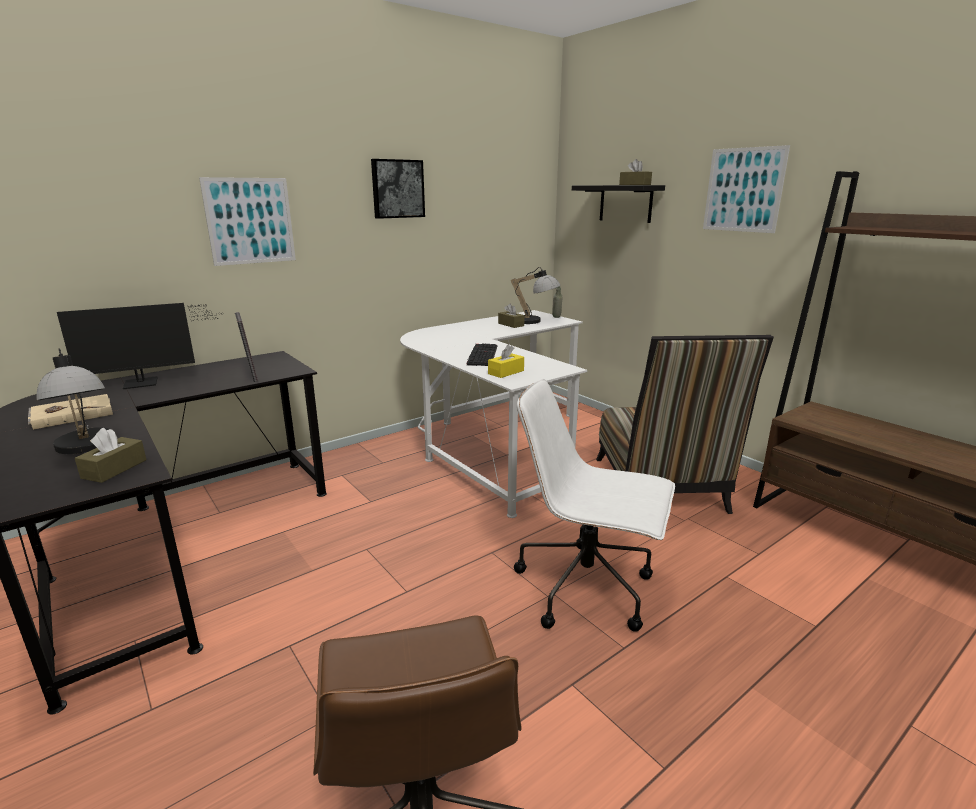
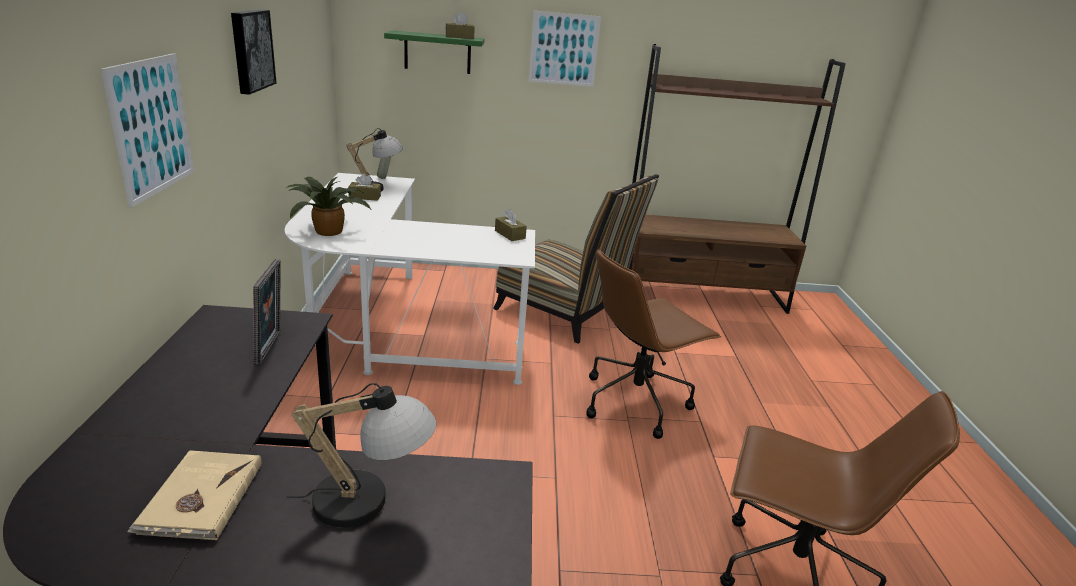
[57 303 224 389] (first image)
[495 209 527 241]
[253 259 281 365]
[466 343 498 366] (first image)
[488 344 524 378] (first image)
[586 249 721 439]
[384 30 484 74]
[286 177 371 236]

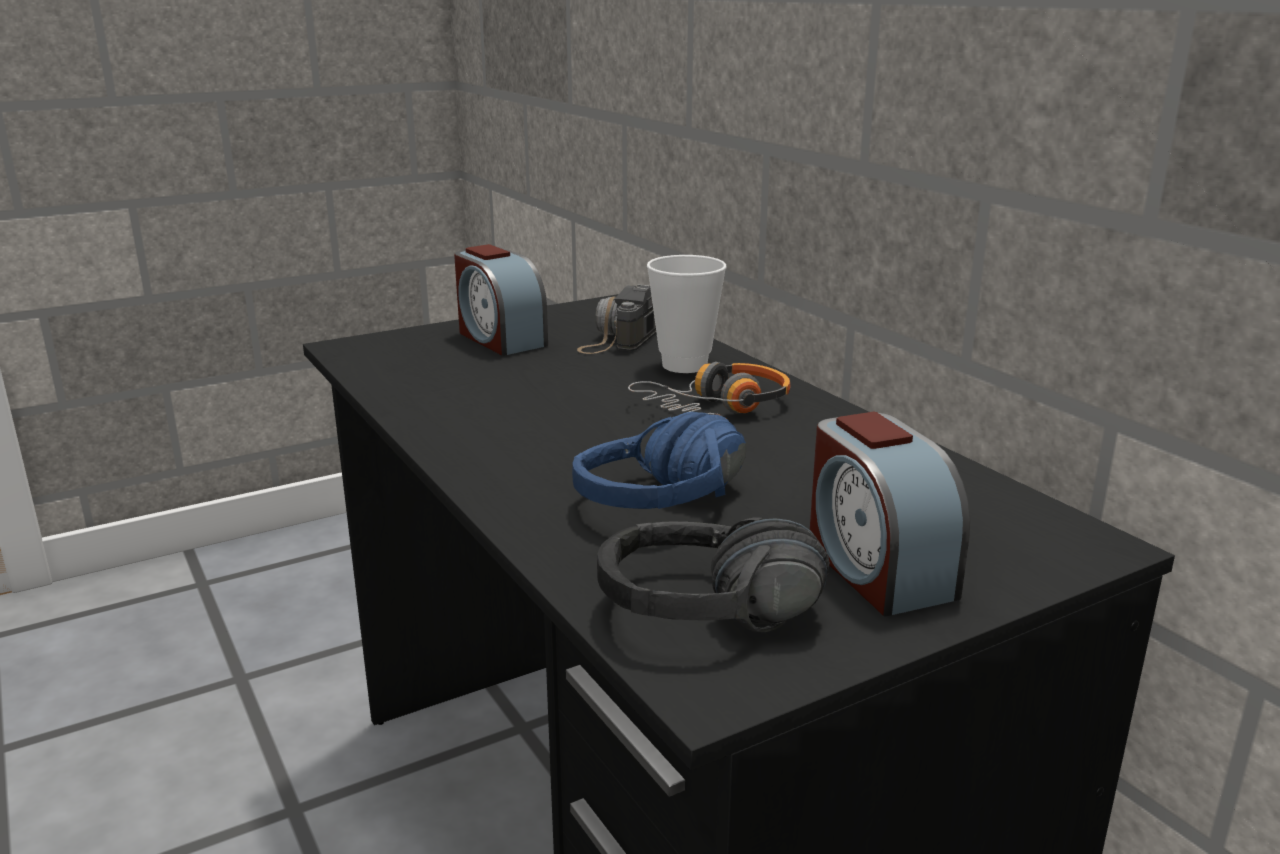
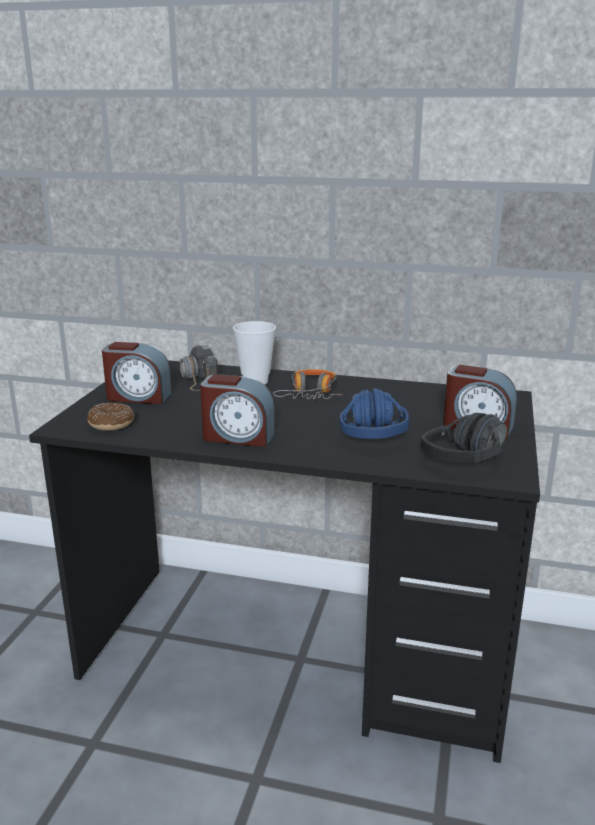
[87 403 135 431]
[200 374 275 447]

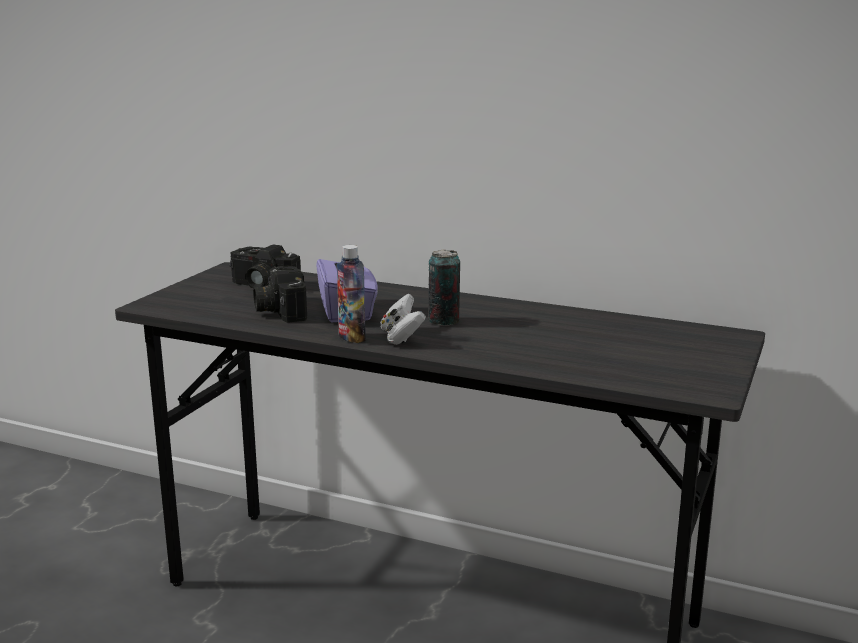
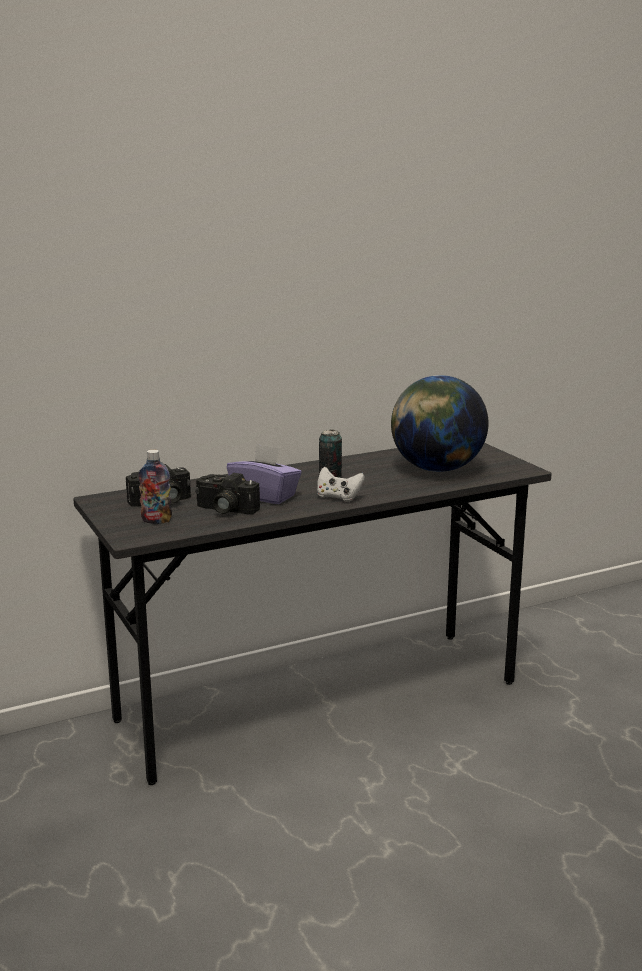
[138 450 172 524]
[391 375 488 472]

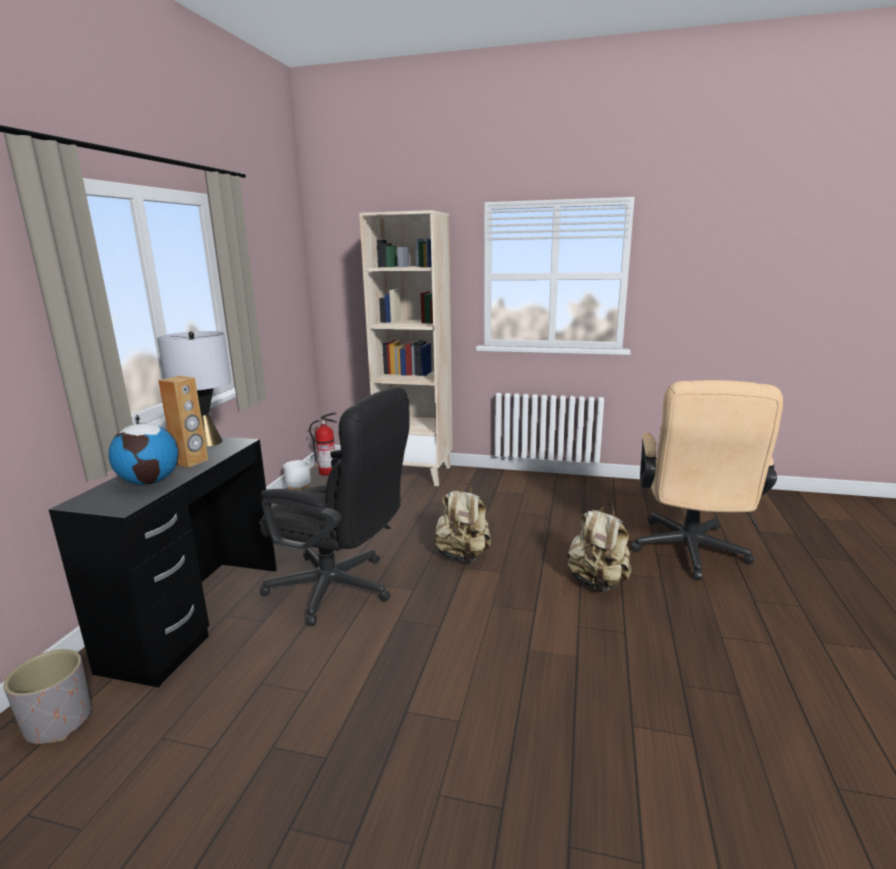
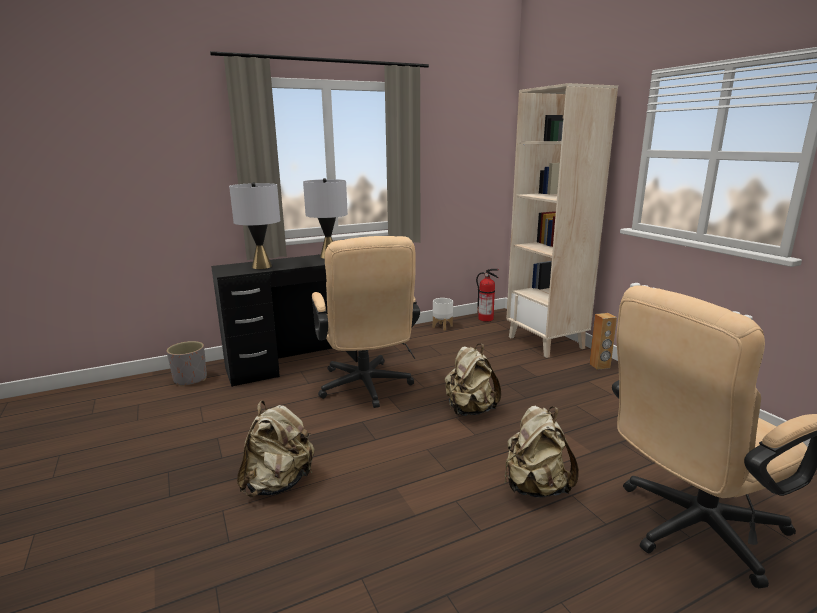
[229 182 280 269]
[589 313 617 370]
[312 236 420 408]
[237 401 314 497]

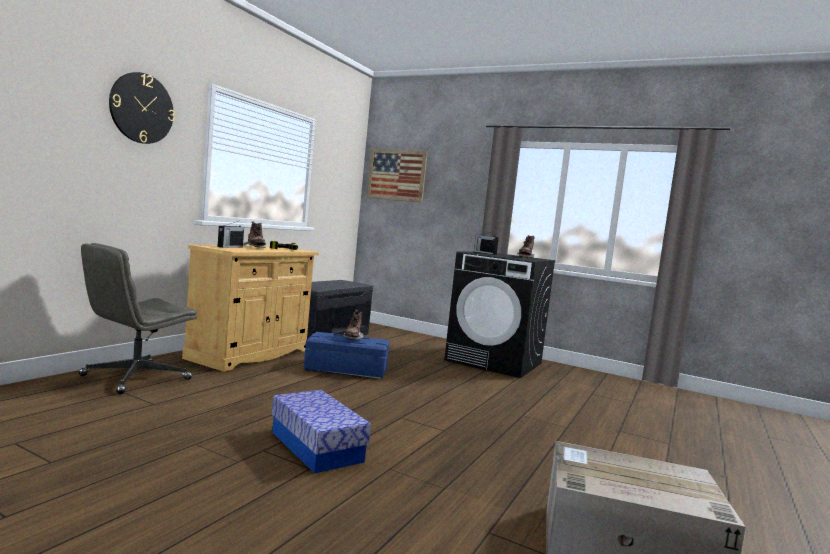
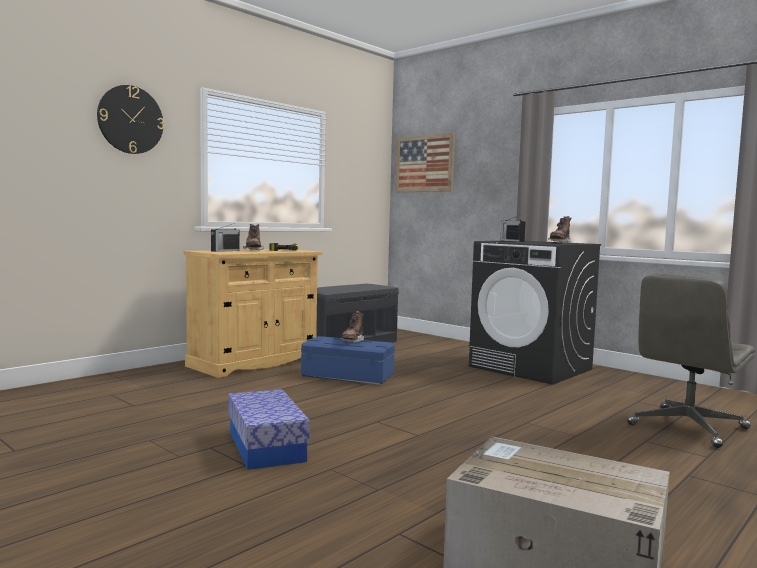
[627 274 755 448]

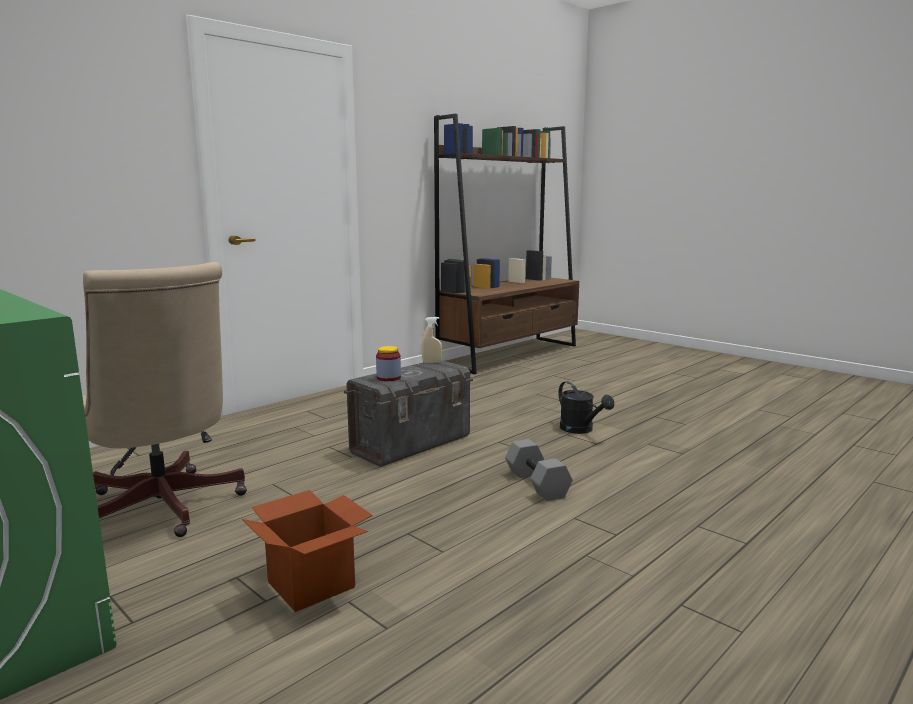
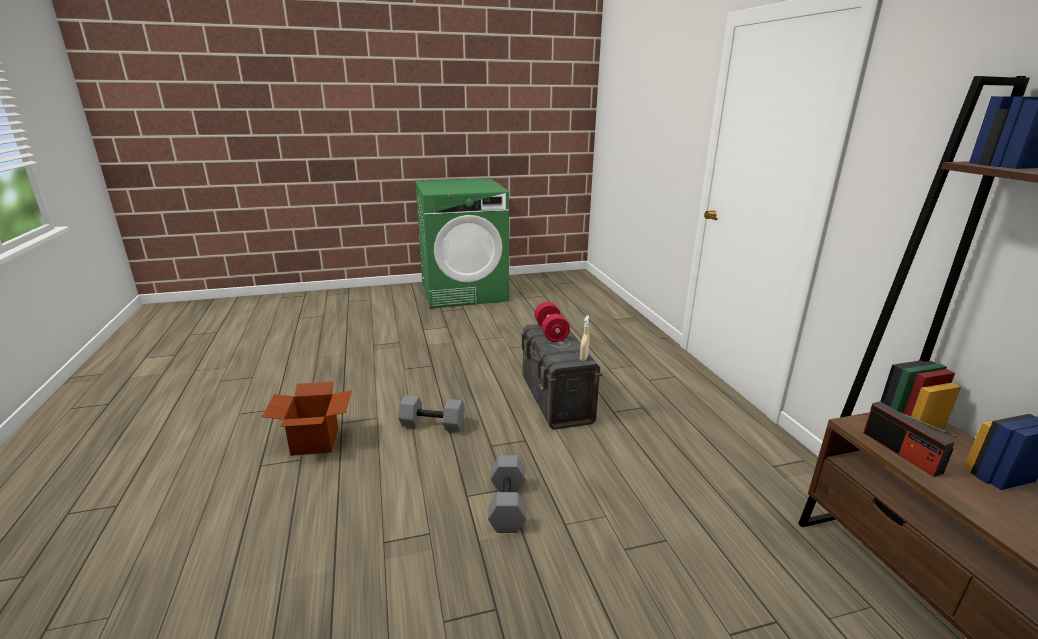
[82 262 247 537] (first image)
[262 381 352 456]
[534 302 570 342]
[488 455 526 533]
[863 401 957 477]

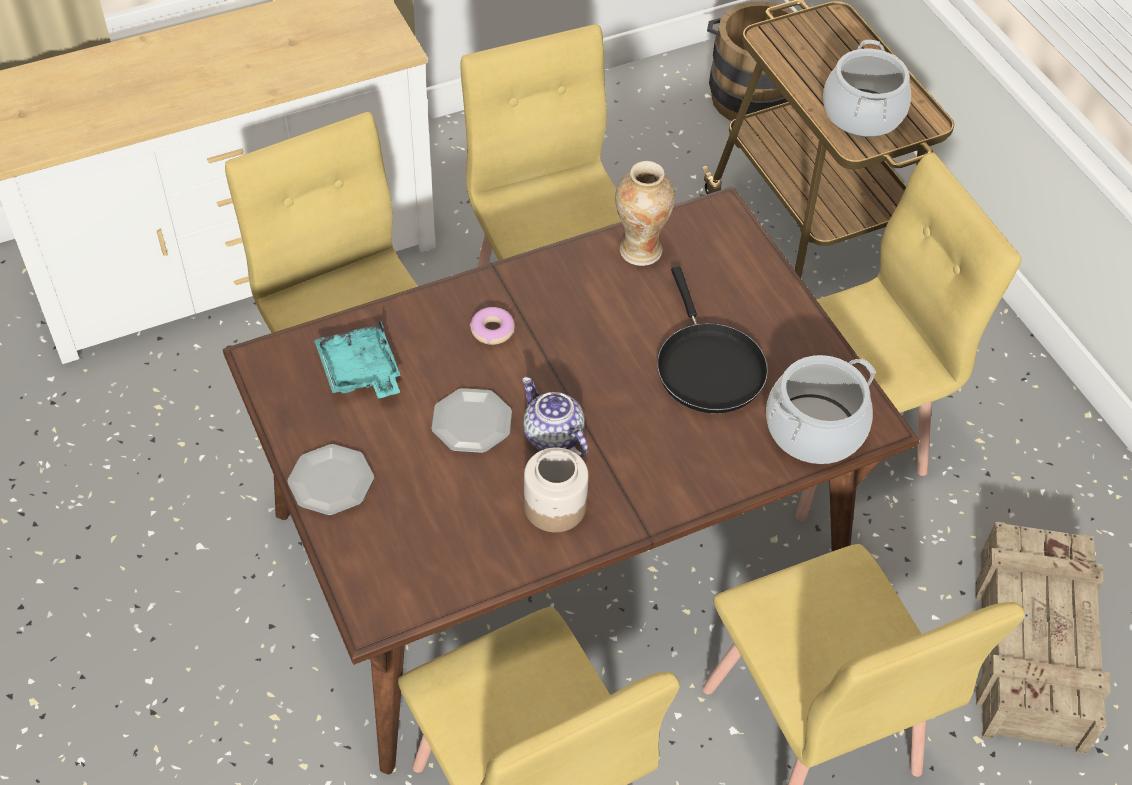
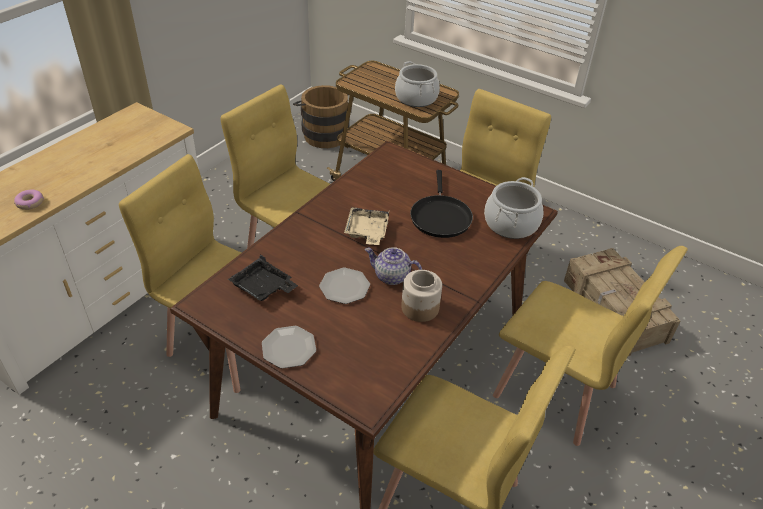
[228 255 298 301]
[14 190 44 210]
[615 161 675 266] (first image)
[410 170 473 238]
[344 207 390 245]

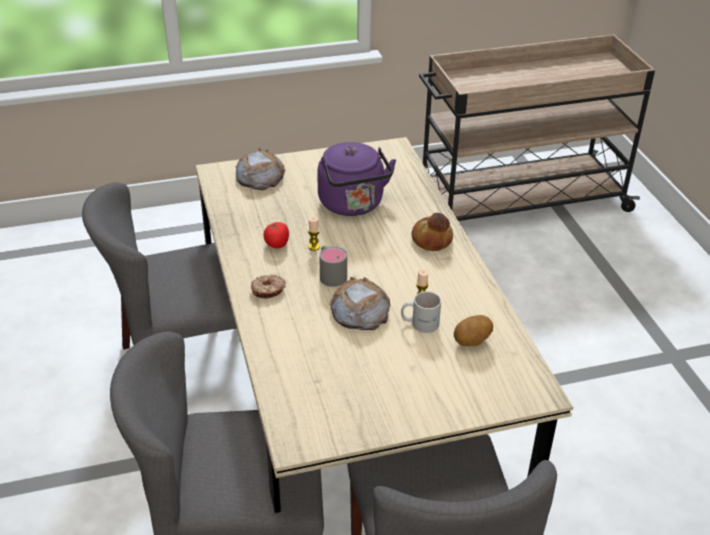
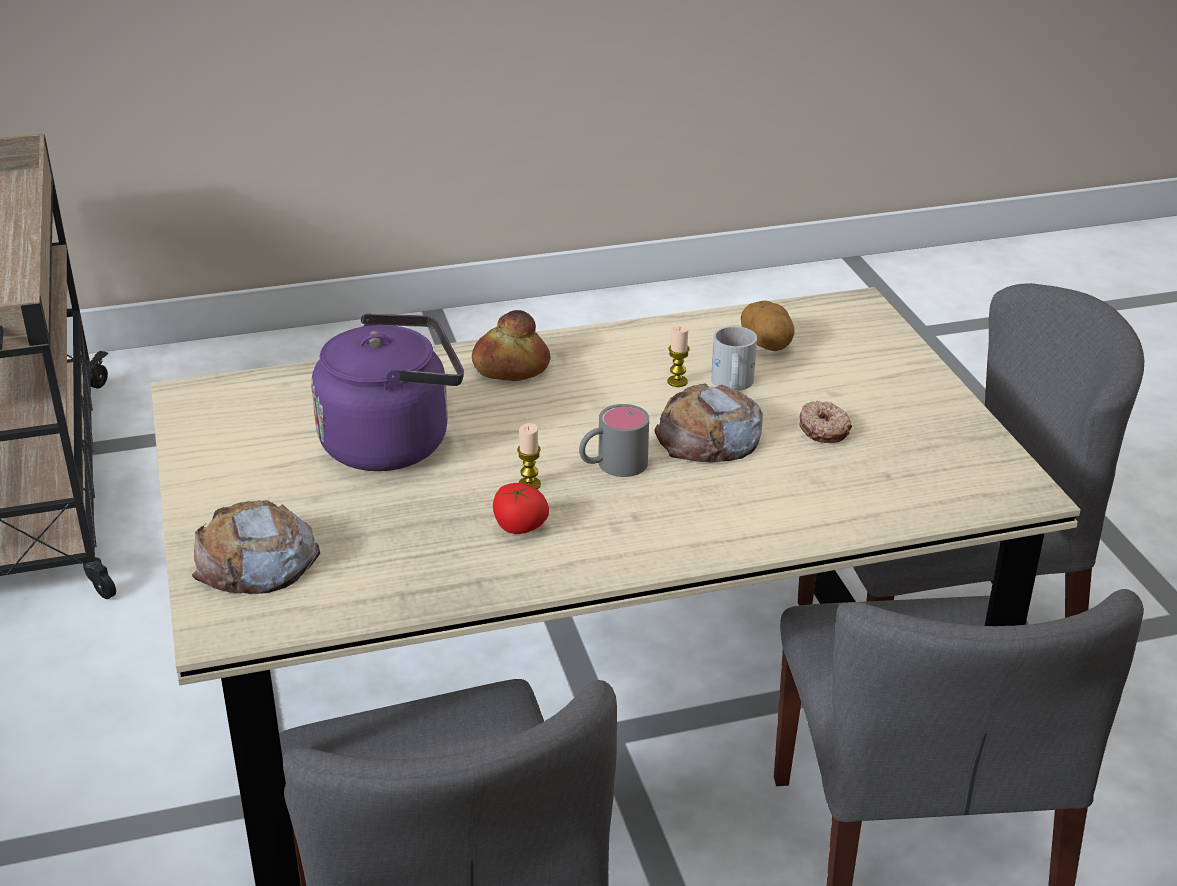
[799 401 852 443]

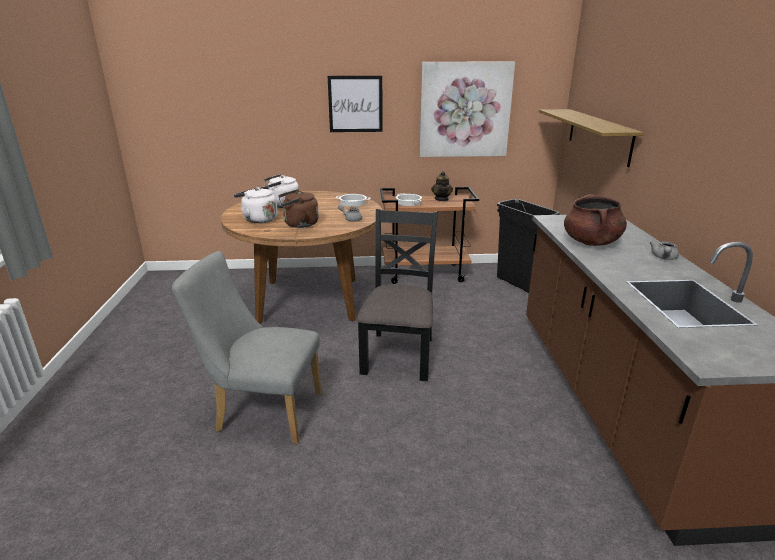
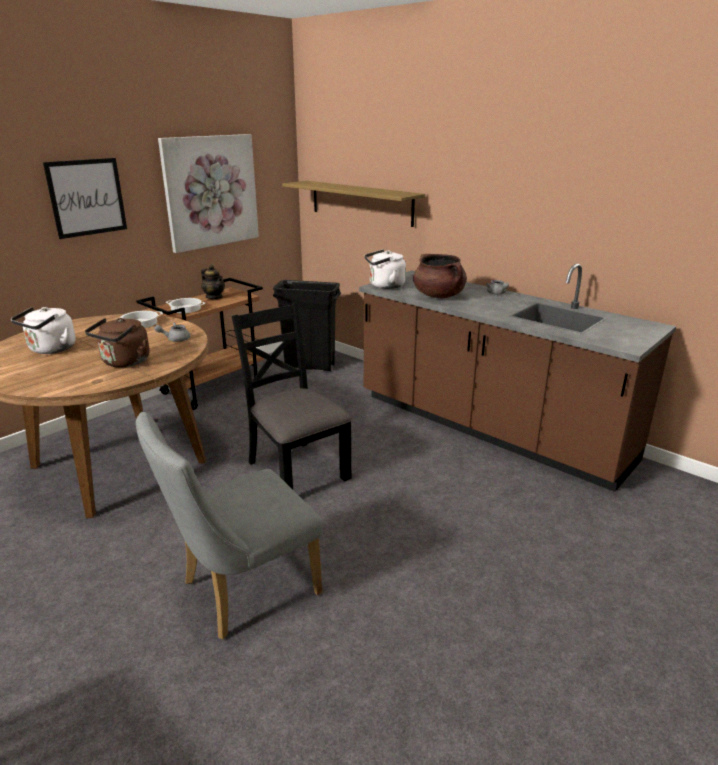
[364 249 406 289]

